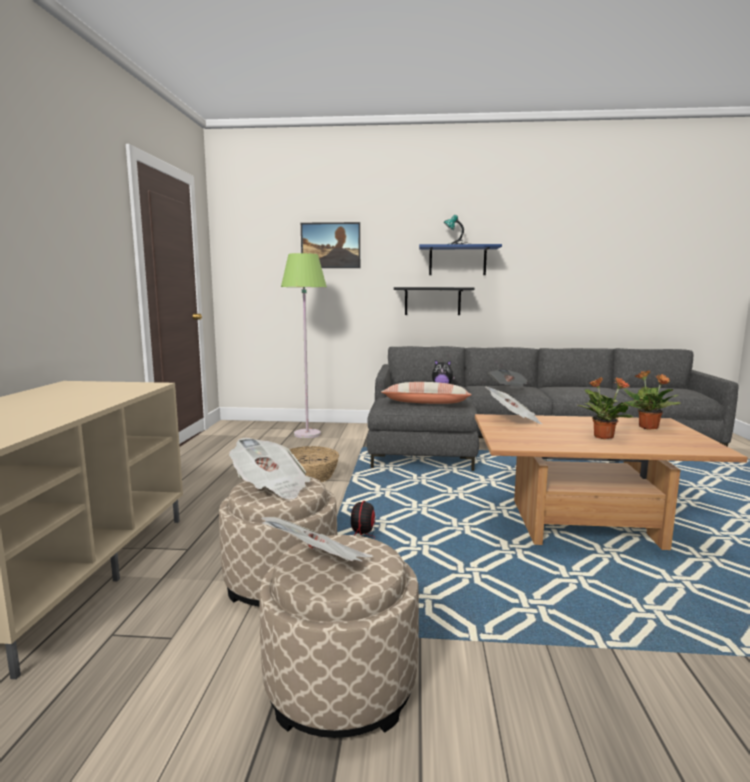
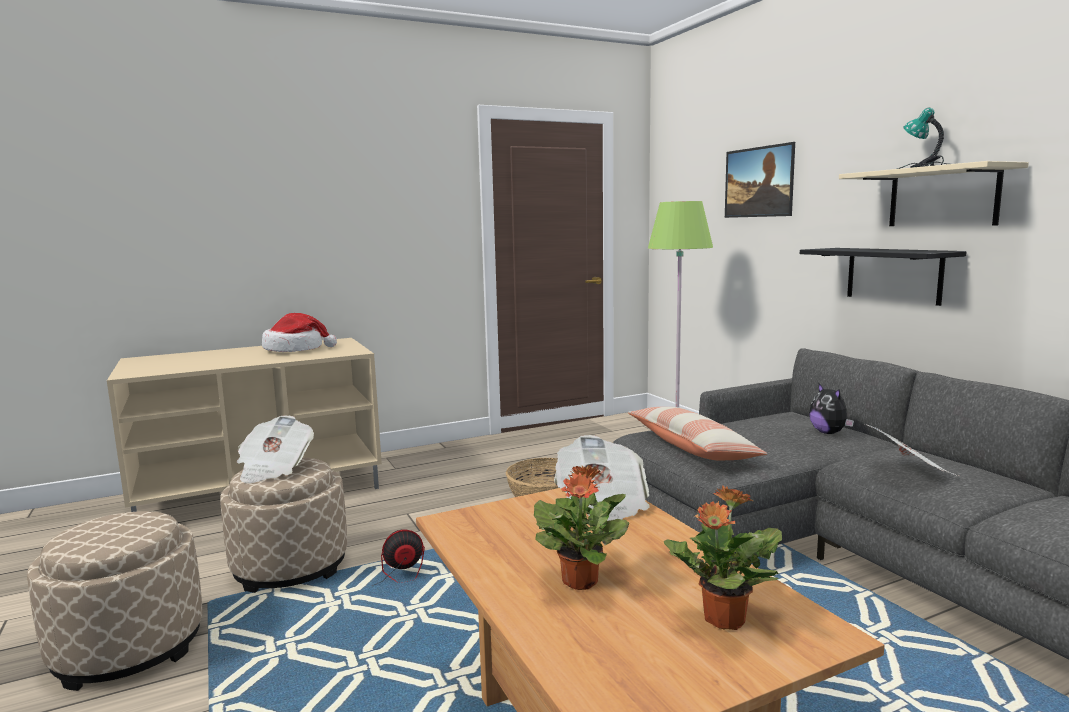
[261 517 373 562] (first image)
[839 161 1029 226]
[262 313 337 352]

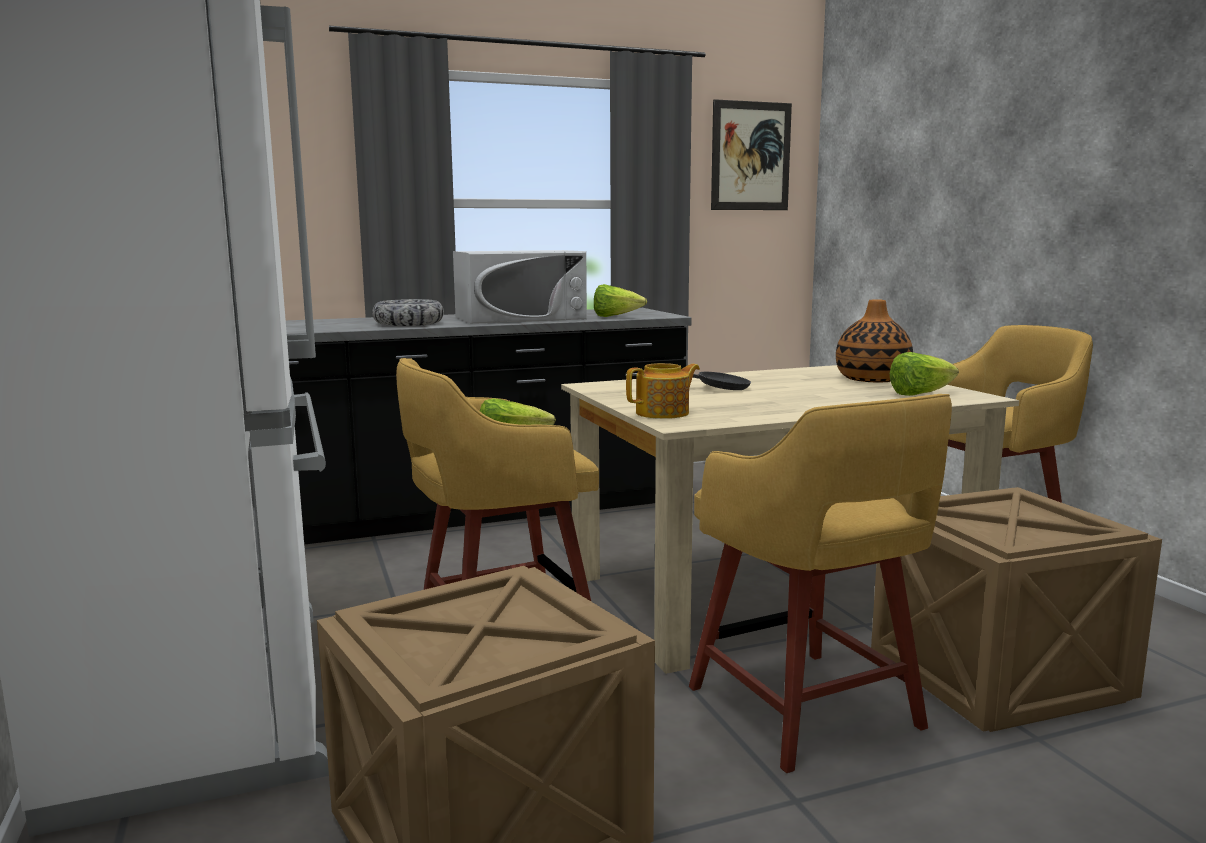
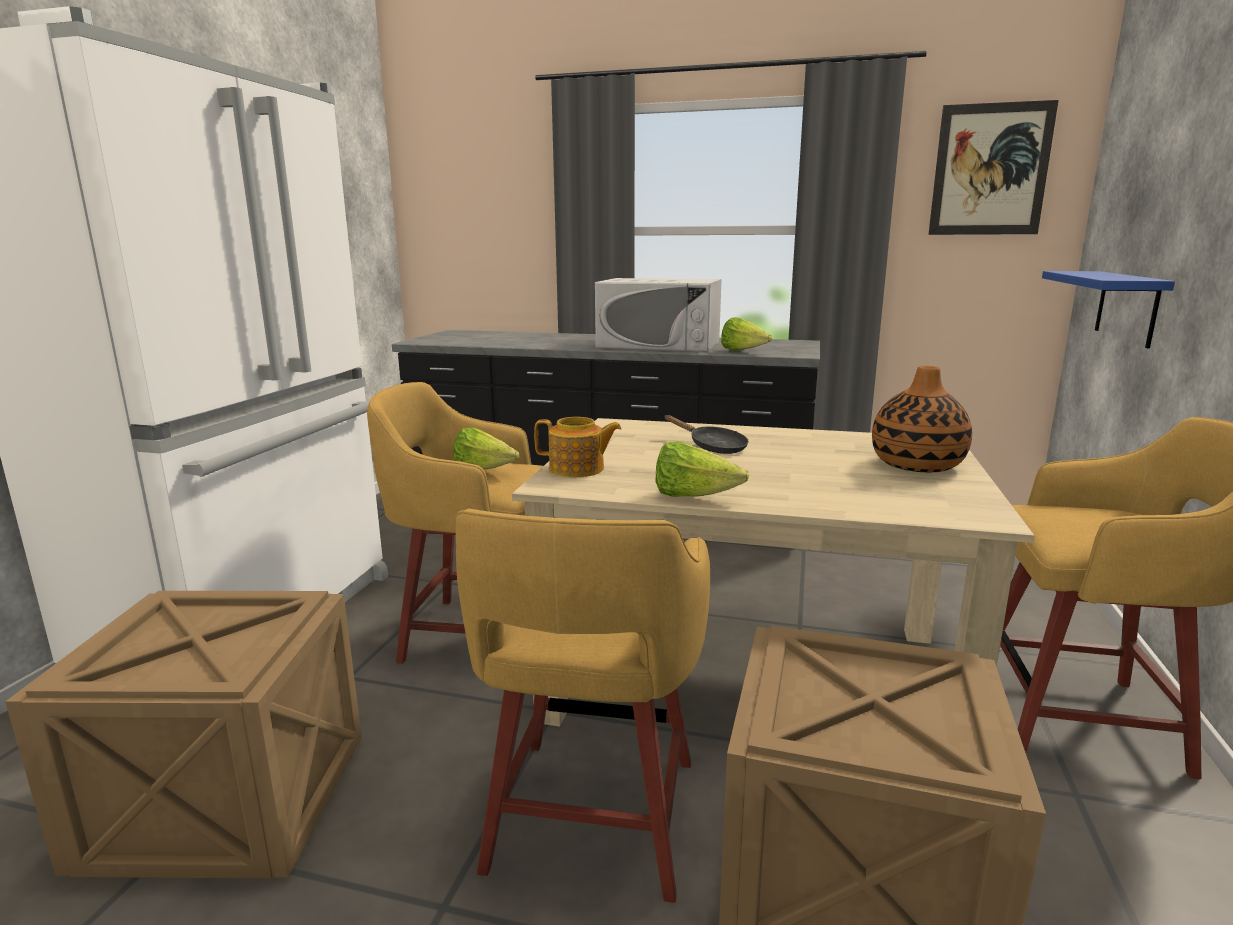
[372 299 444 326] (first image)
[656 441 749 497]
[1042 271 1175 348]

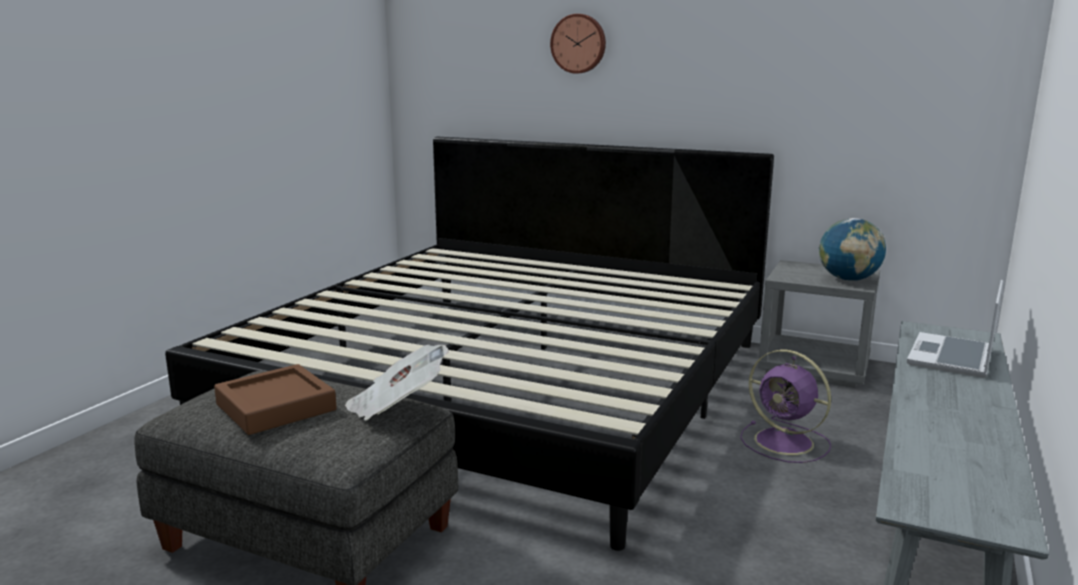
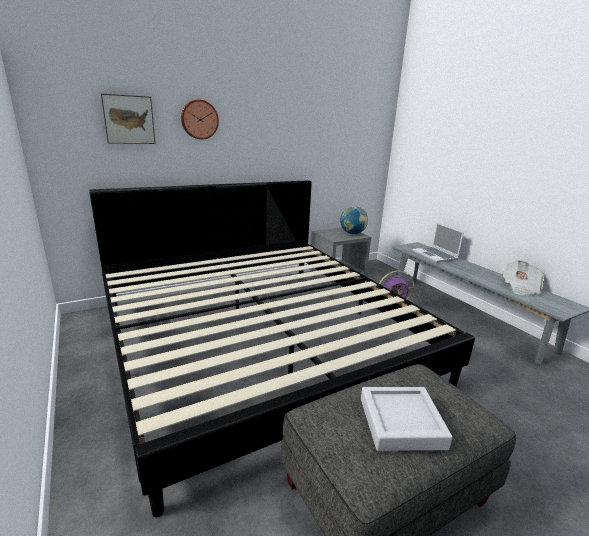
[361 387 453 451]
[502 260 545 295]
[101 94 155 144]

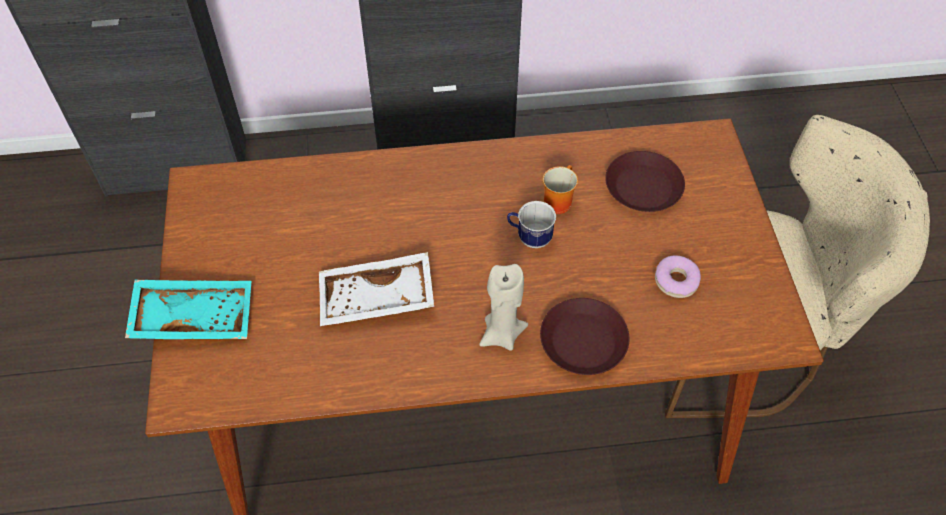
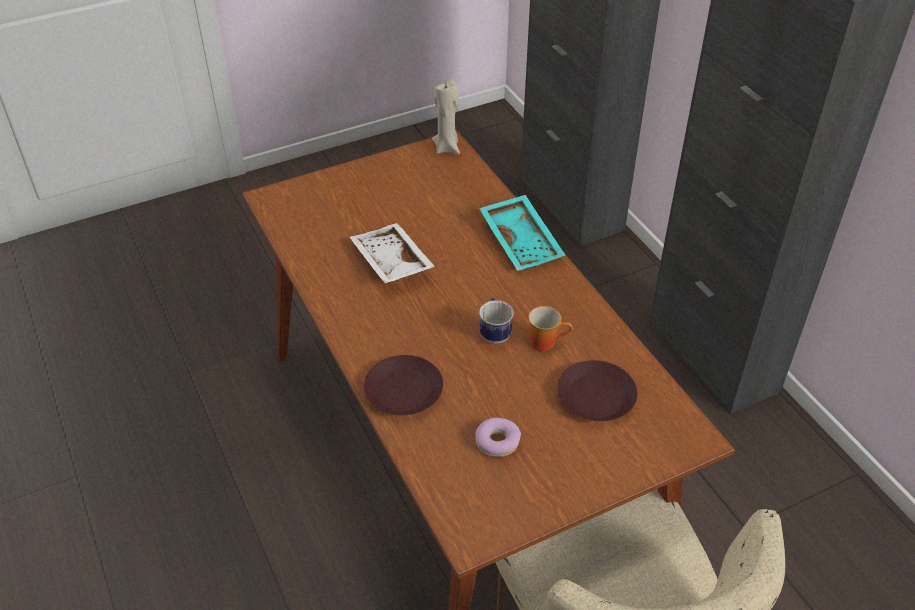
[479 195 565 271]
[432 79 460 154]

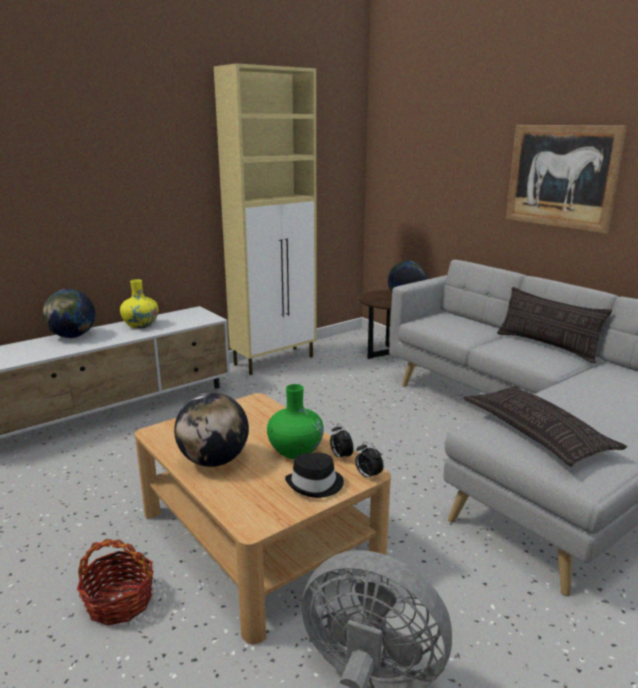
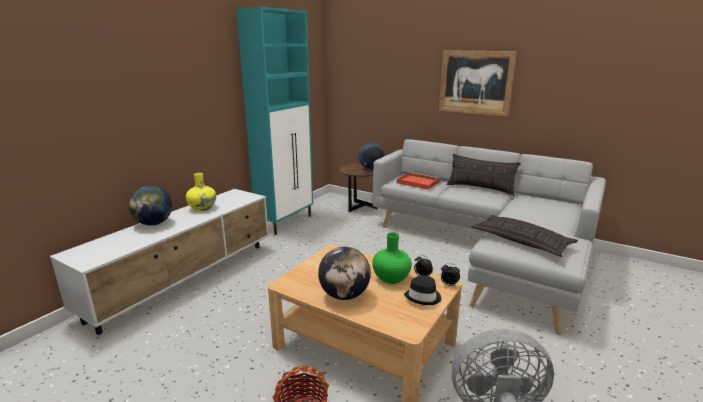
[236 6 313 235]
[397 172 440 190]

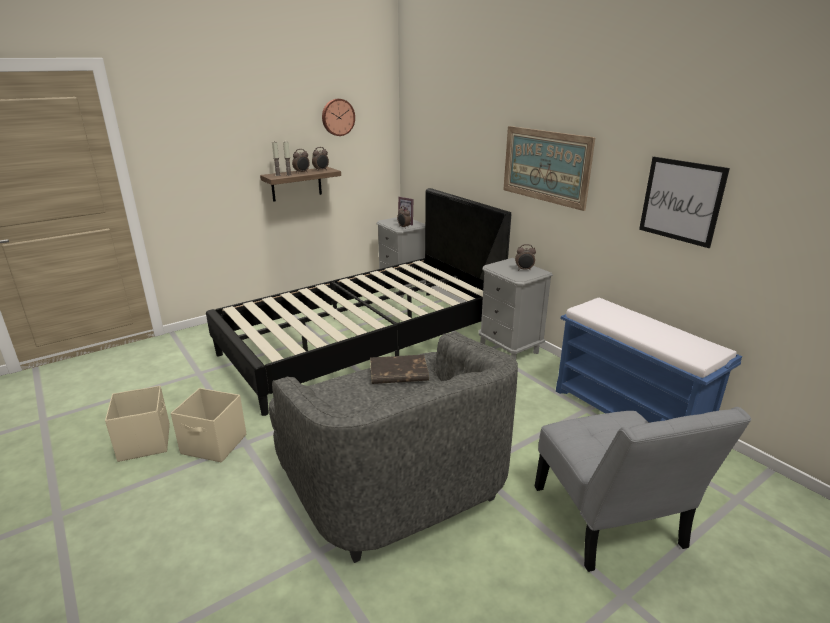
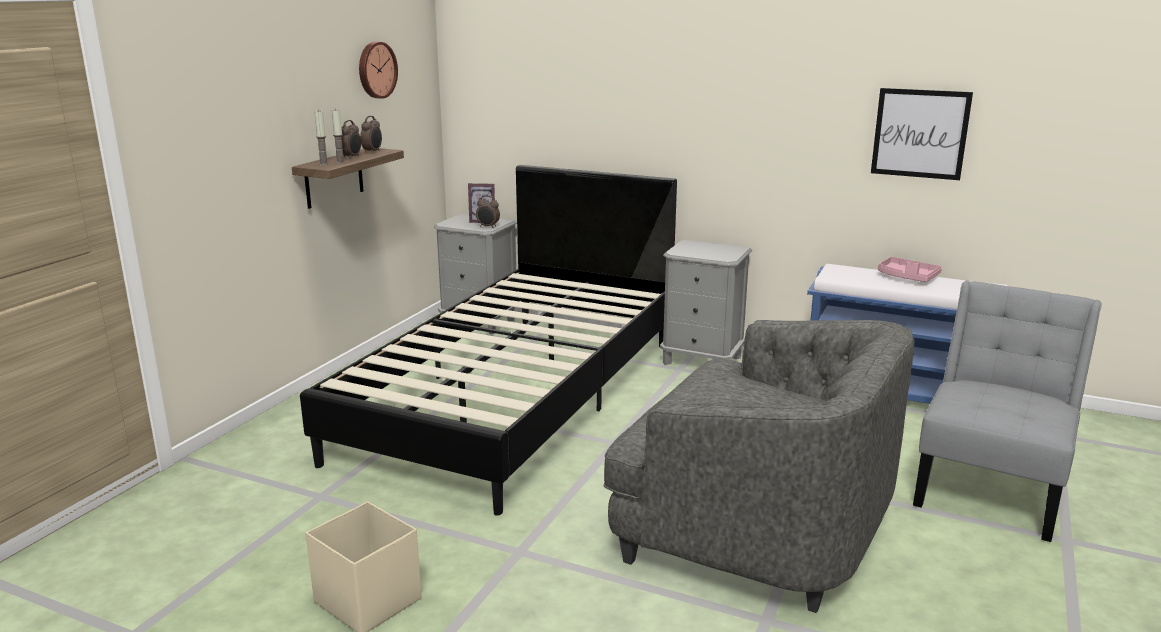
[171 388 246 463] (first image)
[370 355 429 384] (first image)
[503 126 595 211] (first image)
[515 244 536 271] (first image)
[913 280 1102 542]
[878 257 942 282]

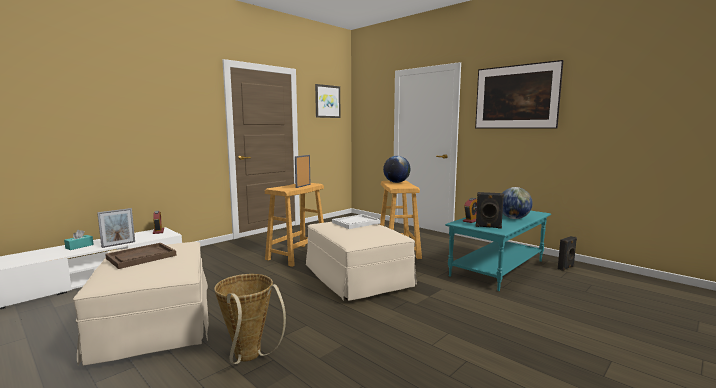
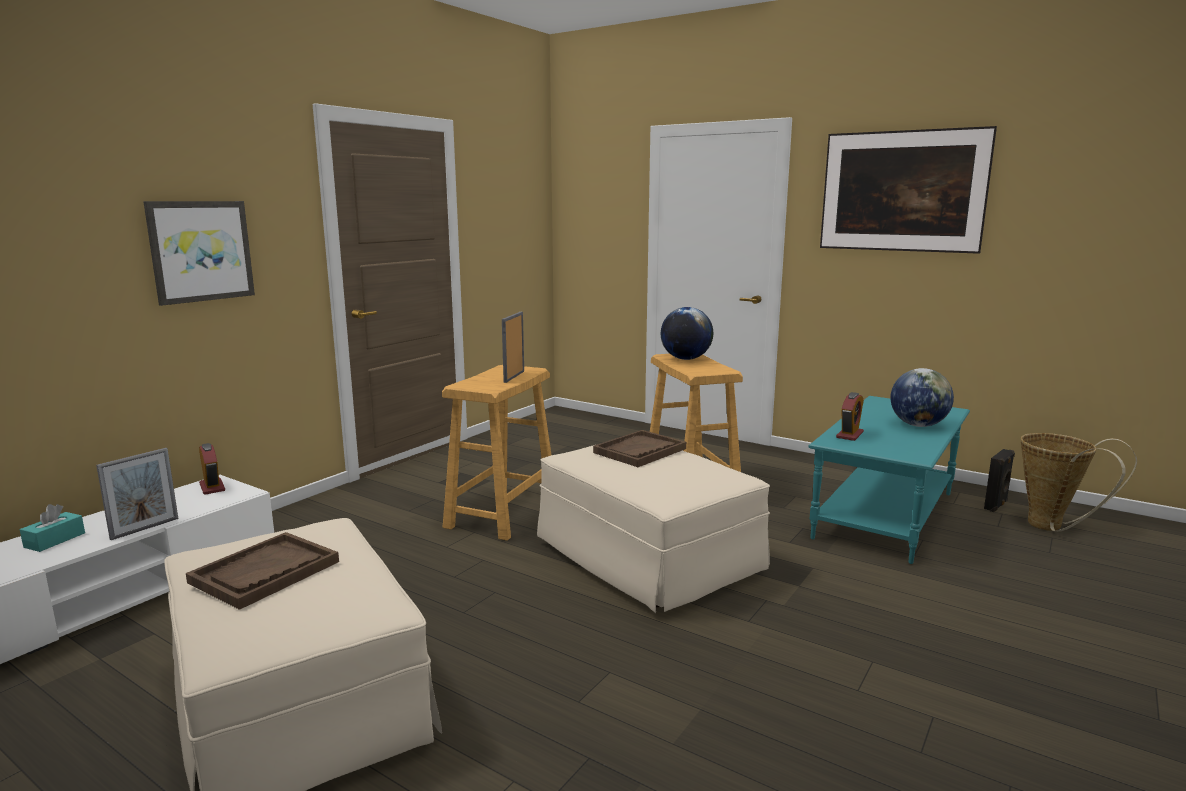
[1021 433 1137 532]
[143 201 255 306]
[593 430 686 467]
[475 192 504 229] (first image)

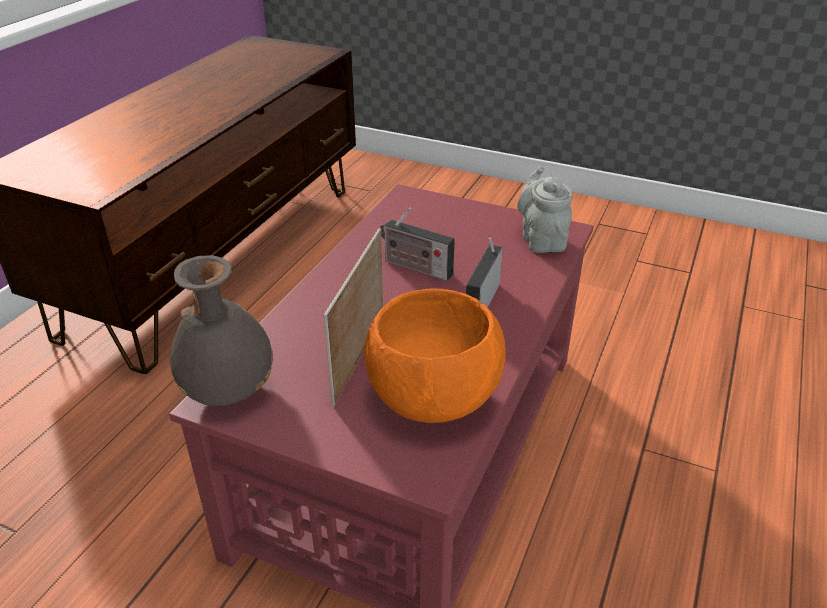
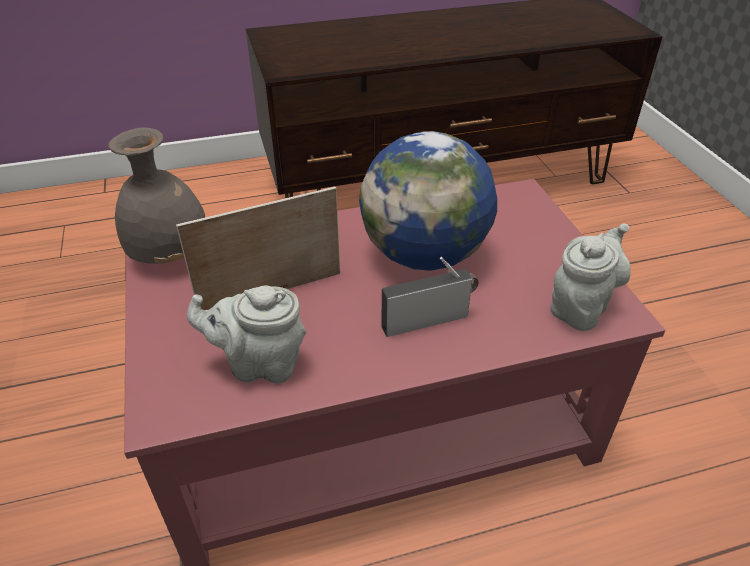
[187 285 306 383]
[359 131 497 271]

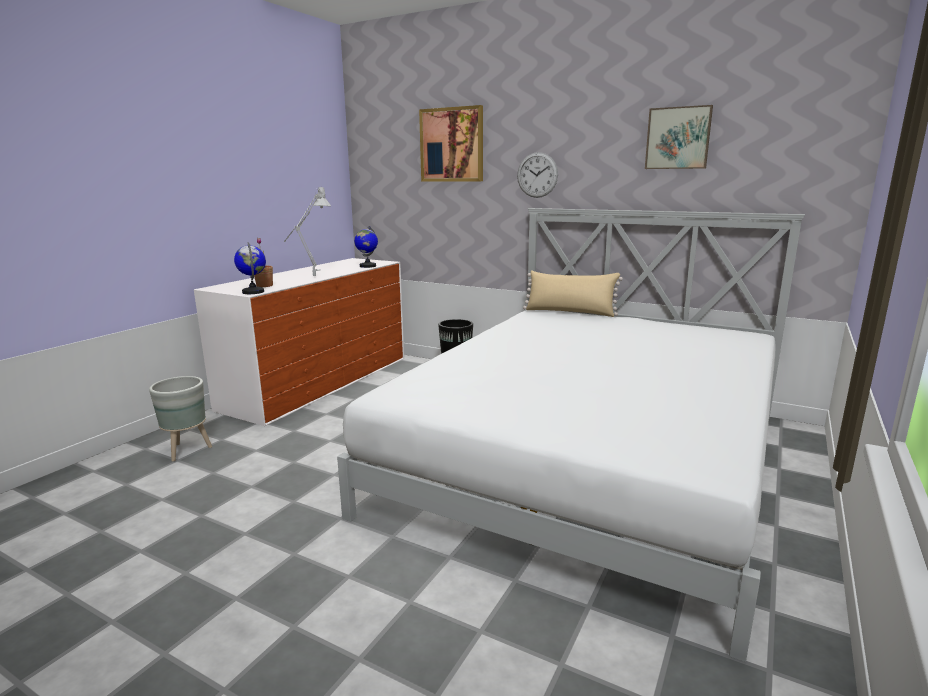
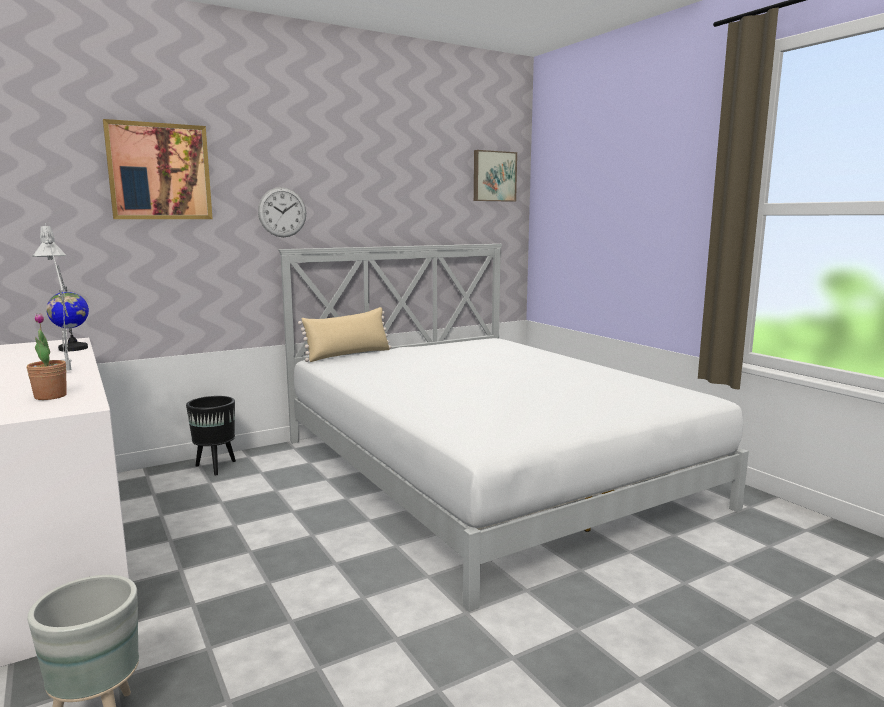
[234 243 266 294] (first image)
[474 150 517 202]

